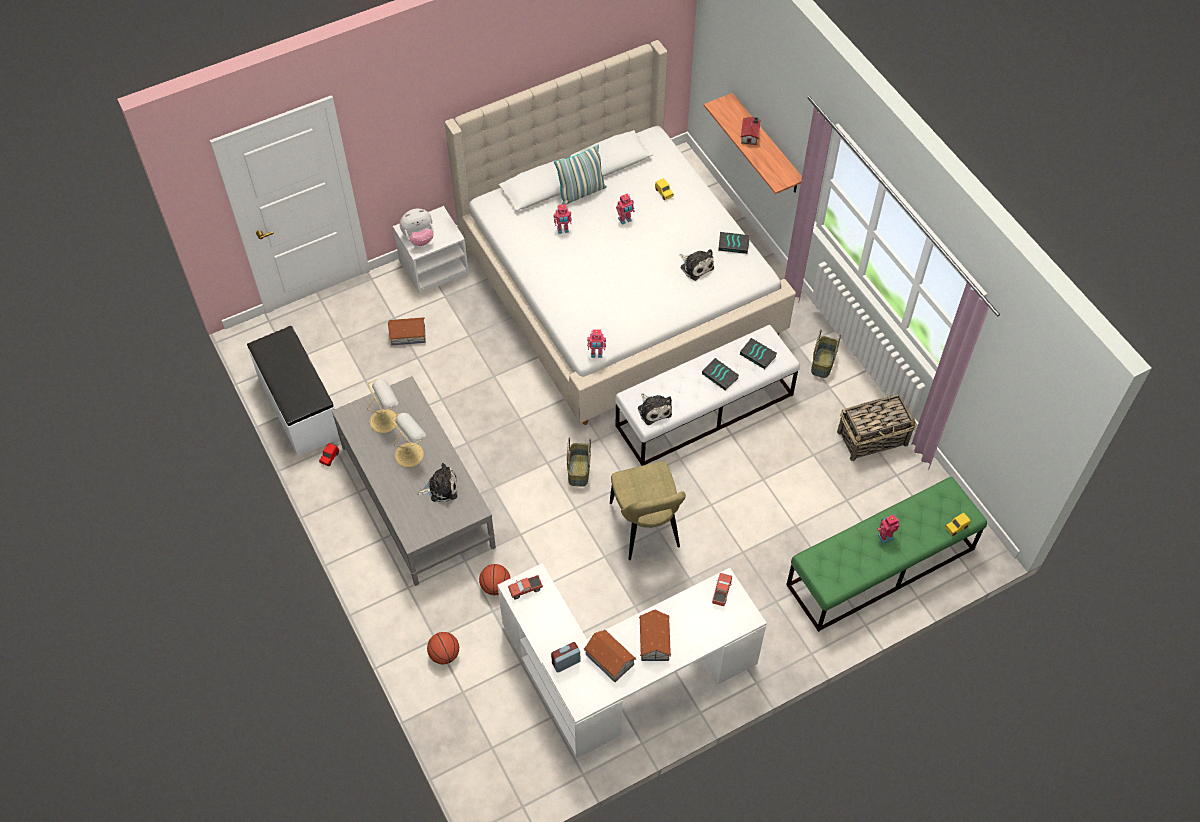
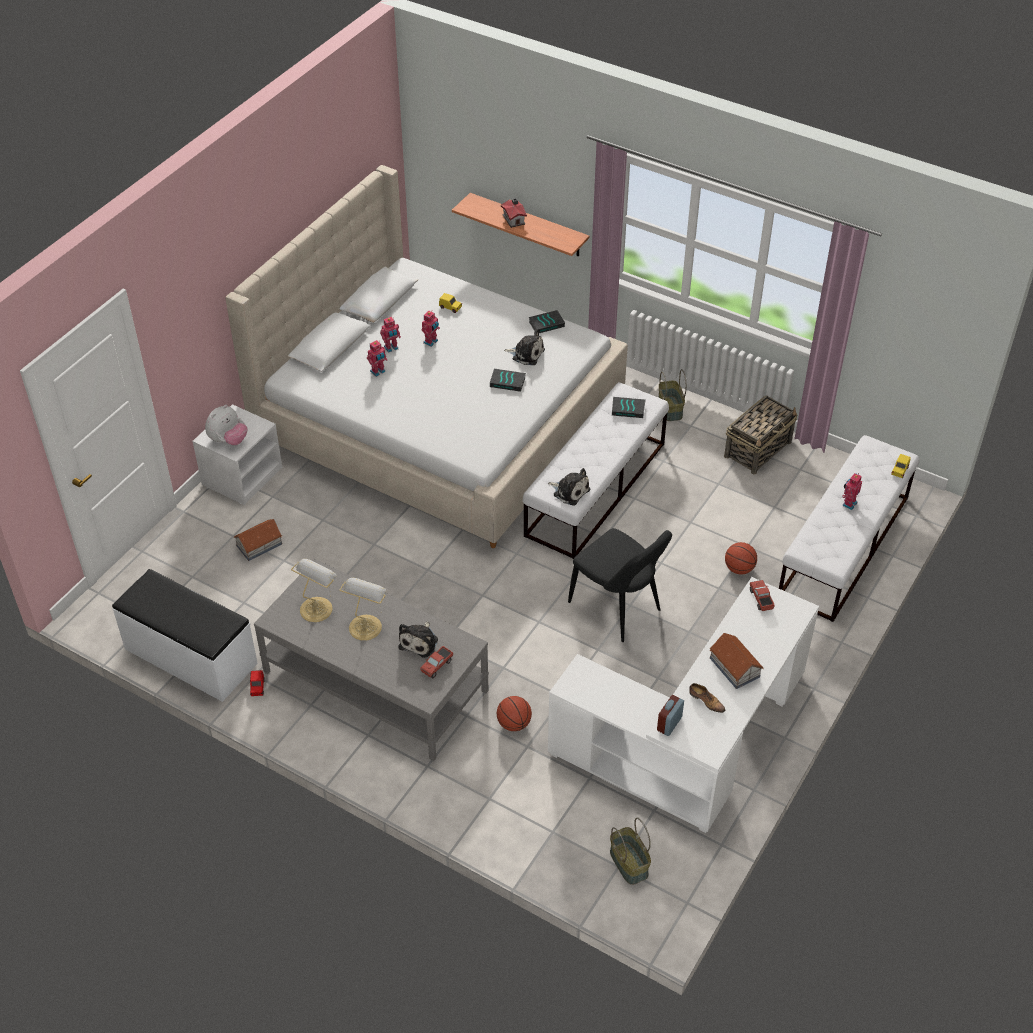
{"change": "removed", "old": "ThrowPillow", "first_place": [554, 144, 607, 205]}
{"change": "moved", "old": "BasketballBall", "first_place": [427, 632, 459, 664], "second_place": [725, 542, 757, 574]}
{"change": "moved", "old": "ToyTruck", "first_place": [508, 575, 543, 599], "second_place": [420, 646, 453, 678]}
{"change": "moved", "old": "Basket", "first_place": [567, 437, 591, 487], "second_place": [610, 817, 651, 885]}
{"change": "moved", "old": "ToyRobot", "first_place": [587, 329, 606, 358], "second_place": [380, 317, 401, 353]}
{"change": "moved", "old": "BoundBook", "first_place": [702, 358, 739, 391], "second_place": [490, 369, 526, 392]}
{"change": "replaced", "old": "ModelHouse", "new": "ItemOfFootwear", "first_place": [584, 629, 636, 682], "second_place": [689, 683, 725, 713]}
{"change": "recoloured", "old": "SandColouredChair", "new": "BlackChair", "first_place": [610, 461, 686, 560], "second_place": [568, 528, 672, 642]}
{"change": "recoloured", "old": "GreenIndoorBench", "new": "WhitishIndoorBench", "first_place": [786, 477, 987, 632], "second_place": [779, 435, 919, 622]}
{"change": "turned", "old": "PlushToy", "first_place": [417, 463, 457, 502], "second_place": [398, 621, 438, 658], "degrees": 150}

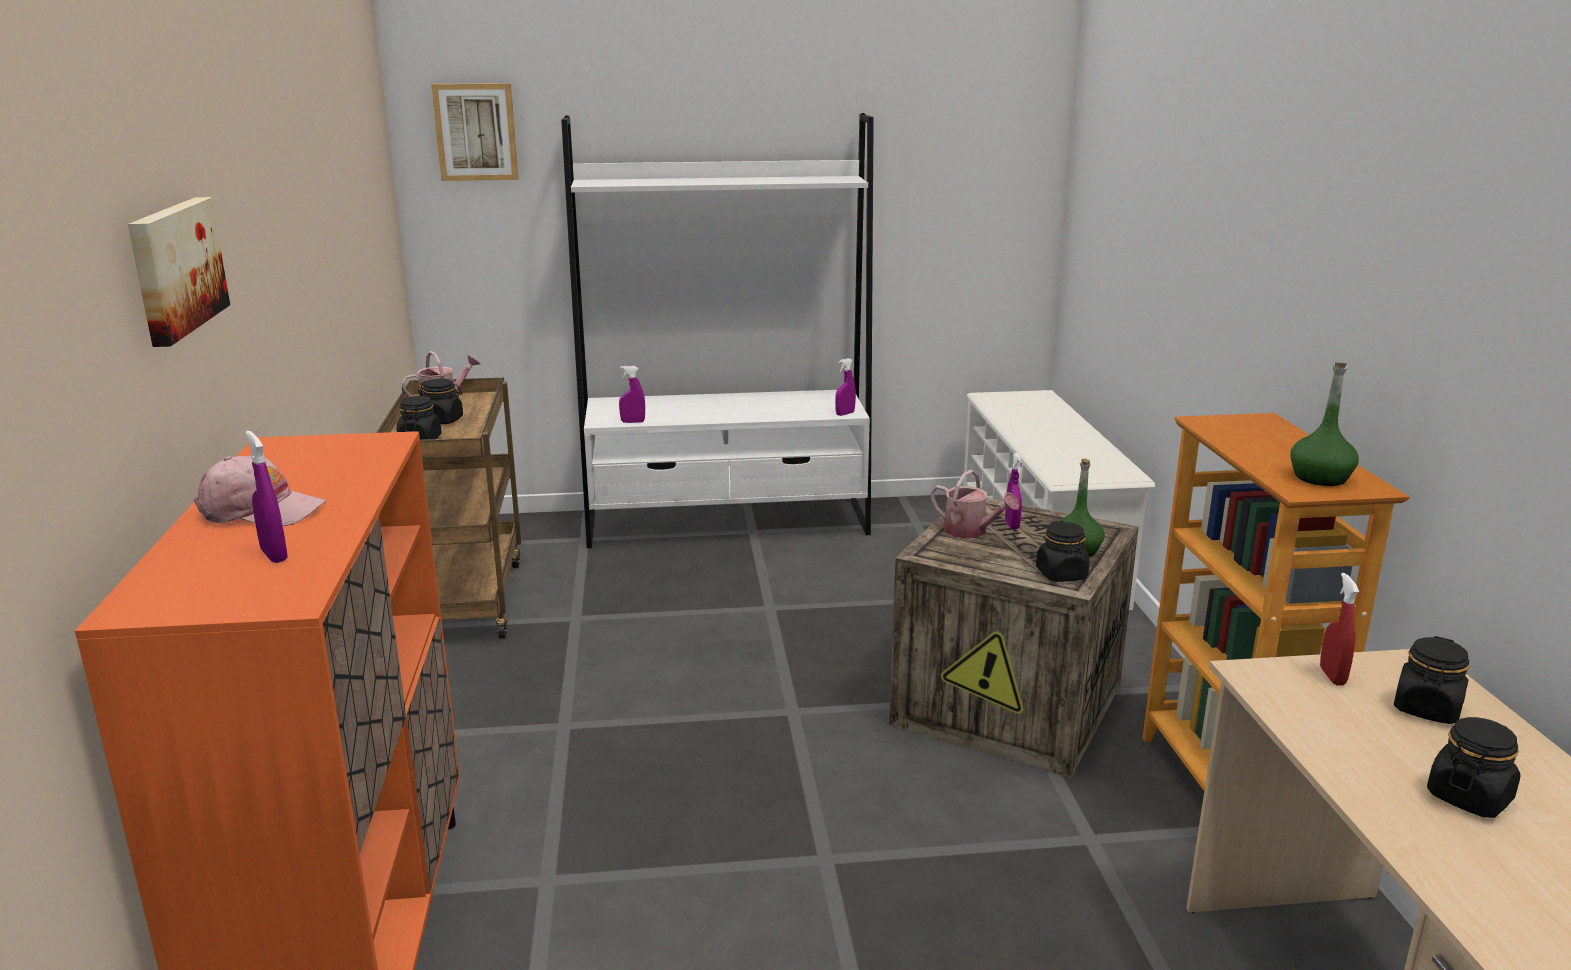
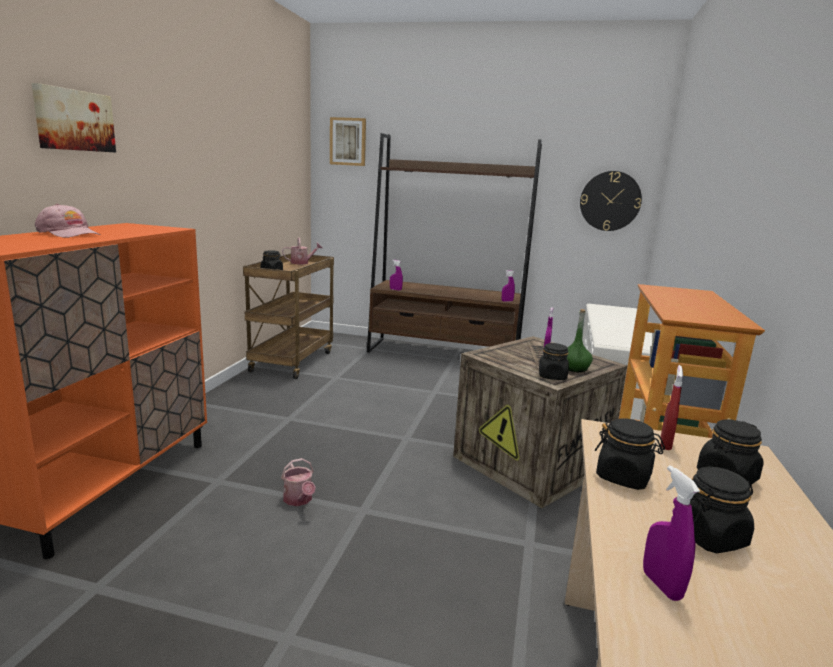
{"change": "removed", "old": "GreenBottle", "first_place": [1290, 362, 1359, 486]}
{"change": "added", "new": "WallClock", "second_place": [580, 171, 642, 231]}
{"change": "moved", "old": "PurplishHandSprayer", "first_place": [245, 430, 288, 563], "second_place": [643, 465, 700, 601]}
{"change": "moved", "old": "BlackPreserveJar", "first_place": [418, 378, 463, 424], "second_place": [595, 418, 665, 490]}
{"change": "moved", "old": "SprinklingCan", "first_place": [931, 470, 1020, 539], "second_place": [281, 458, 316, 506]}
{"change": "recoloured", "old": "WhitishShelvingUnit", "new": "BrownColouredShelvingUnit", "first_place": [561, 113, 874, 548], "second_place": [367, 133, 542, 353]}

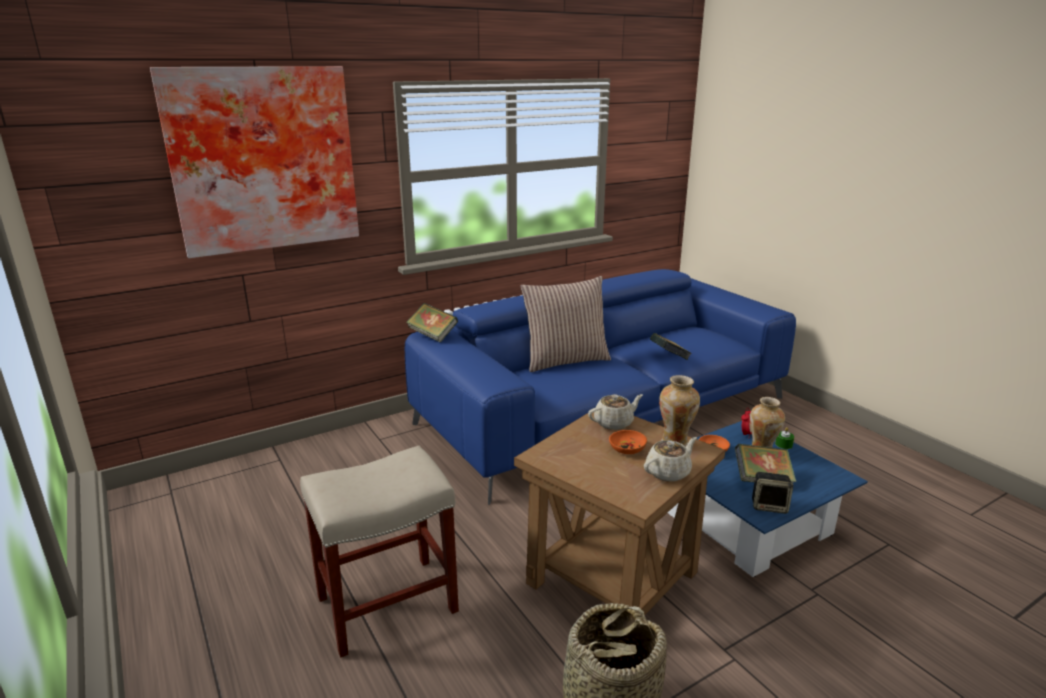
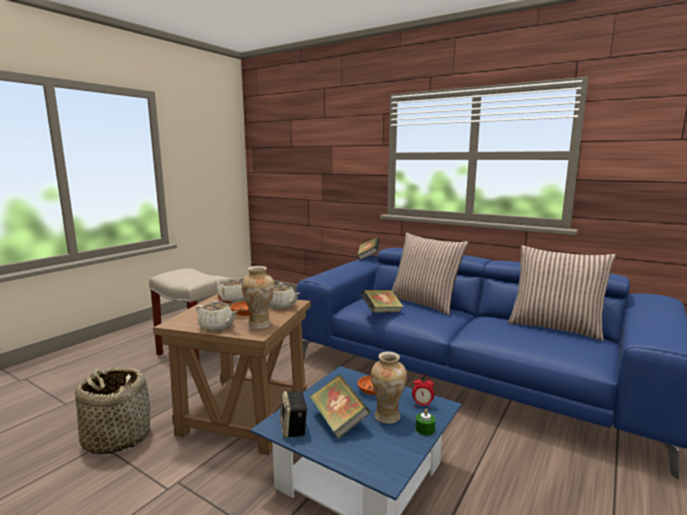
{"change": "removed", "old": "WallPicture", "first_place": [150, 66, 359, 258]}
{"change": "added", "new": "SandColouredTeapot", "second_place": [214, 278, 245, 304]}
{"change": "added", "new": "ThrowPillow", "second_place": [508, 245, 616, 341]}
{"change": "moved", "old": "BoundBook", "first_place": [650, 333, 692, 360], "second_place": [361, 290, 404, 313]}

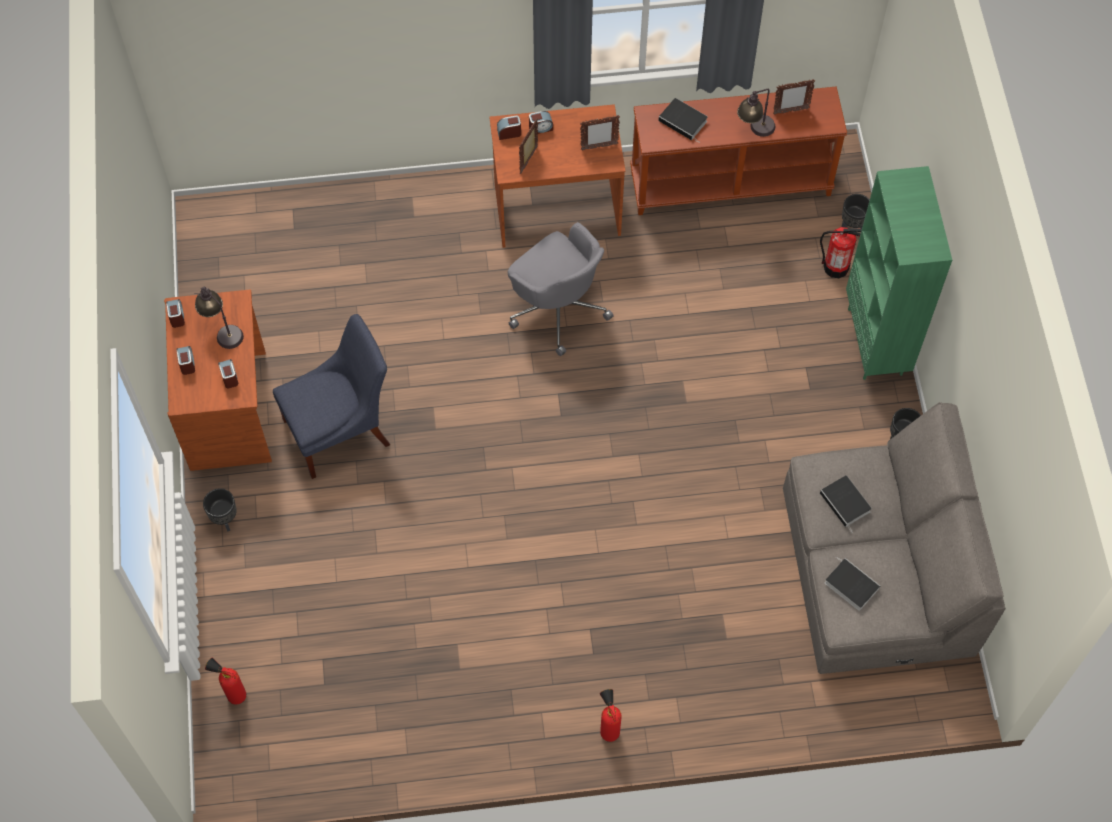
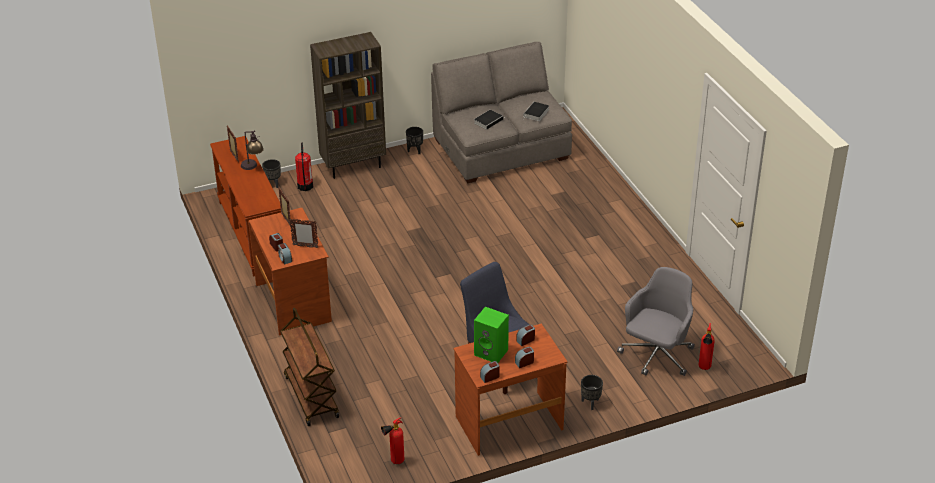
{"change": "removed", "old": "BoundBook", "first_place": [658, 98, 708, 143]}
{"change": "added", "new": "BrownColouredWheeledCart", "second_place": [280, 308, 339, 426]}
{"change": "moved", "old": "GrayDeskChair", "first_place": [507, 222, 613, 356], "second_place": [617, 267, 695, 376]}
{"change": "moved", "old": "Extinguisher", "first_place": [600, 689, 622, 742], "second_place": [381, 418, 404, 464]}
{"change": "replaced", "old": "TableLamp", "new": "GreenAudioSpeaker", "first_place": [195, 286, 244, 349], "second_place": [474, 307, 509, 363]}
{"change": "recoloured", "old": "GreenShelvingUnit", "new": "BrownColouredShelvingUnit", "first_place": [846, 166, 952, 380], "second_place": [310, 32, 386, 179]}

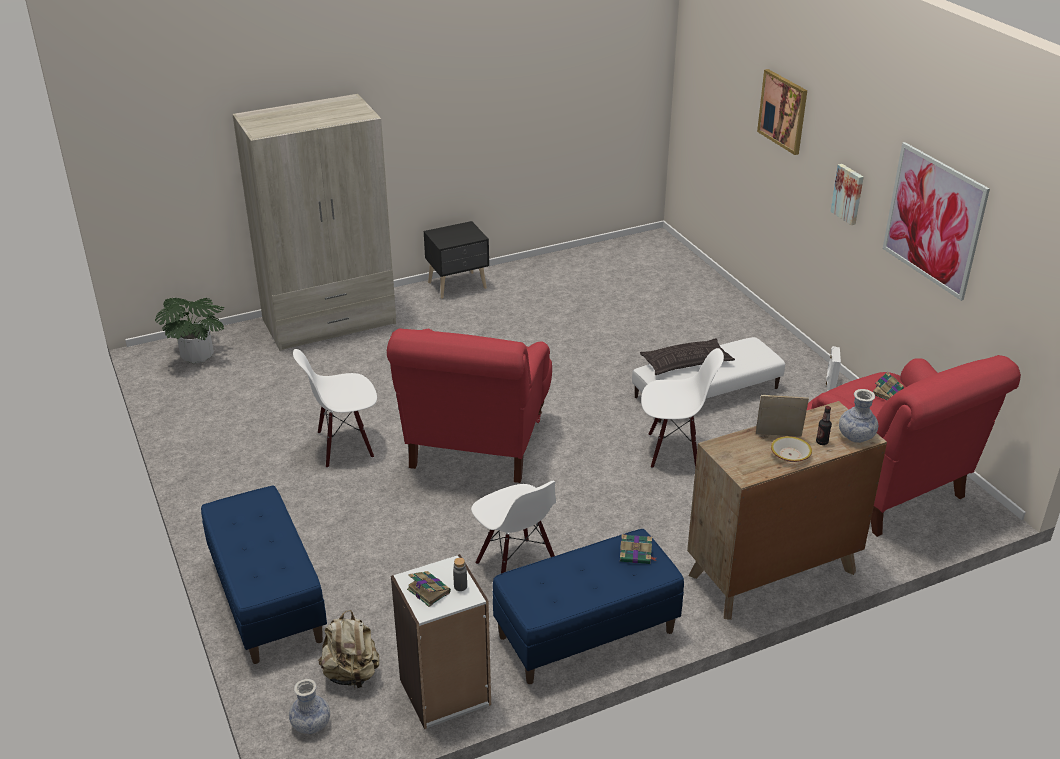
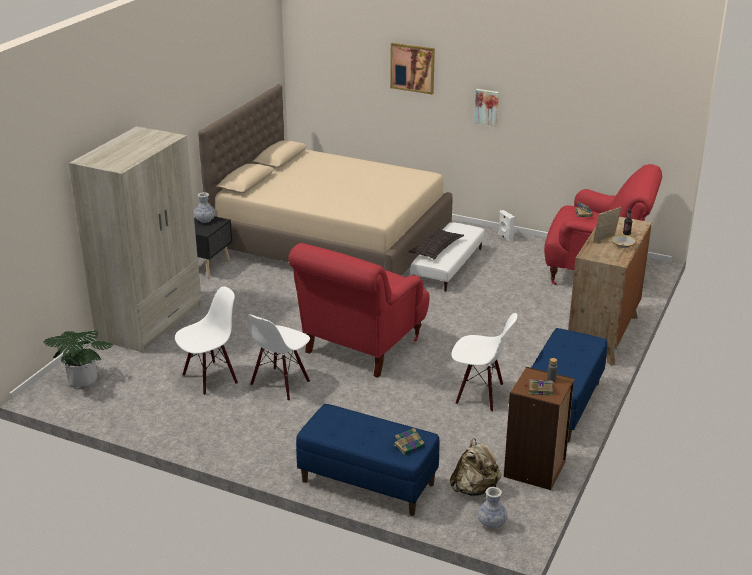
{"change": "removed", "old": "WallPicture", "first_place": [883, 142, 990, 301]}
{"change": "added", "new": "SandColouredBedroomBed", "second_place": [198, 84, 452, 276]}
{"change": "moved", "old": "BoundBook", "first_place": [620, 534, 657, 564], "second_place": [394, 428, 424, 455]}
{"change": "moved", "old": "WhitishChair", "first_place": [641, 348, 724, 468], "second_place": [175, 287, 238, 395]}
{"change": "moved", "old": "DecorativeVase", "first_place": [839, 389, 878, 443], "second_place": [194, 192, 215, 223]}
{"change": "recoloured", "old": "WhitishShelvingUnit", "new": "BrownColouredShelvingUnit", "first_place": [391, 554, 491, 729], "second_place": [504, 367, 575, 490]}
{"change": "turned", "old": "RedEasyChair", "first_place": [387, 328, 552, 483], "second_place": [288, 243, 430, 378], "degrees": 60}

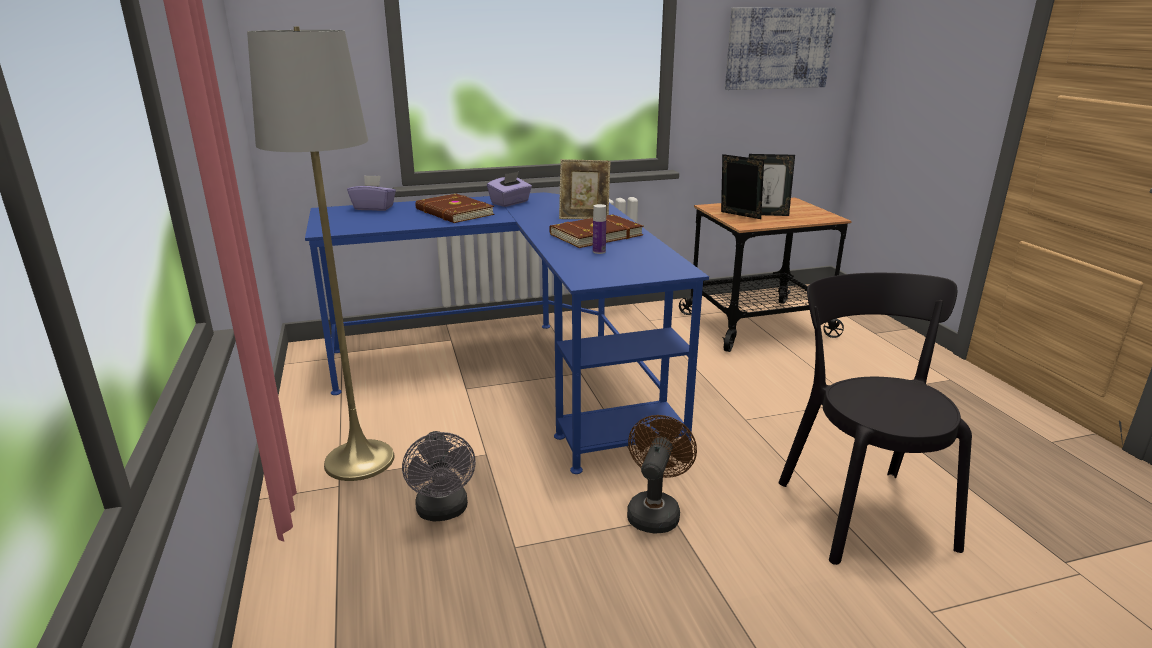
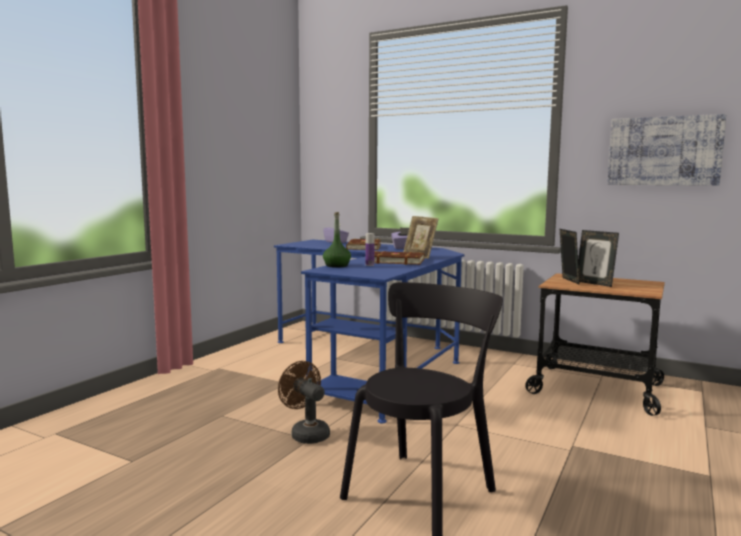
{"change": "removed", "old": "GrayStandingLamp", "first_place": [247, 27, 394, 481]}
{"change": "removed", "old": "GrayElectricFan", "first_place": [402, 431, 476, 522]}
{"change": "added", "new": "GreenBottle", "second_place": [323, 212, 351, 268]}
{"change": "turned", "old": "BrownColouredElectricFan", "first_place": [627, 415, 697, 534], "second_place": [278, 361, 330, 444], "degrees": -105}

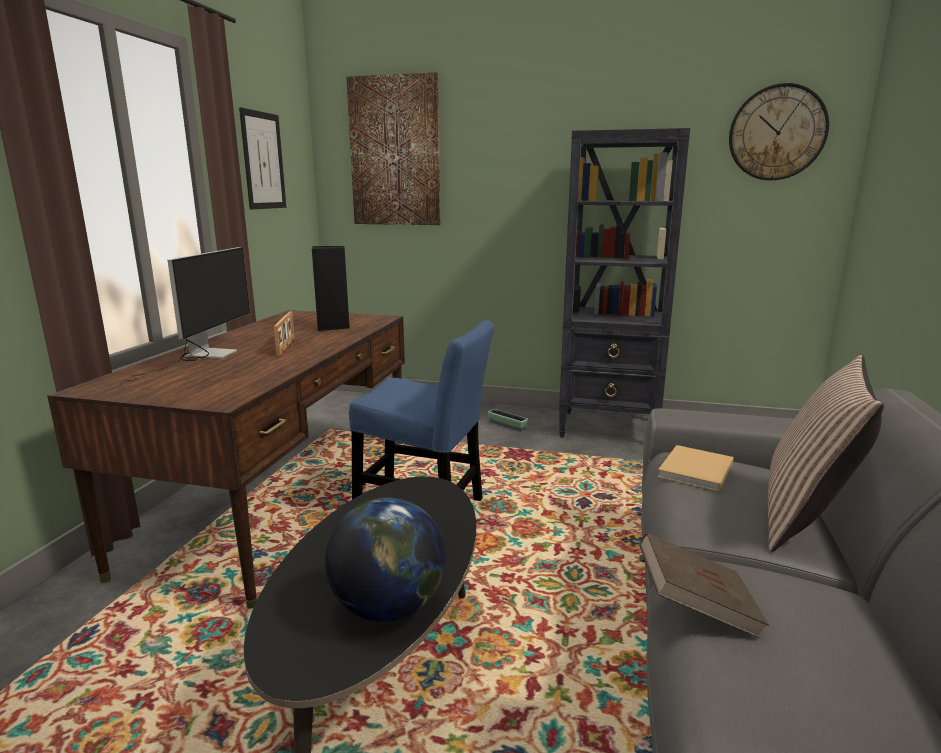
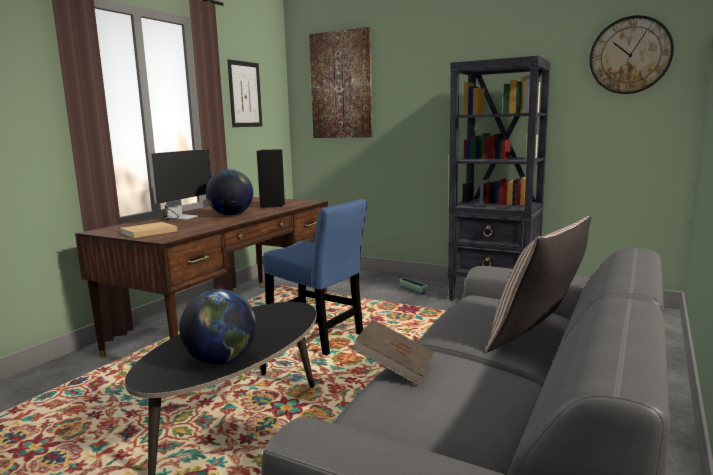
{"change": "moved", "old": "SandColouredBoundBook", "first_place": [658, 445, 734, 492], "second_place": [120, 222, 177, 238]}
{"change": "replaced", "old": "StandingFrame", "new": "DeskGlobe", "first_place": [274, 311, 295, 356], "second_place": [206, 169, 253, 216]}

